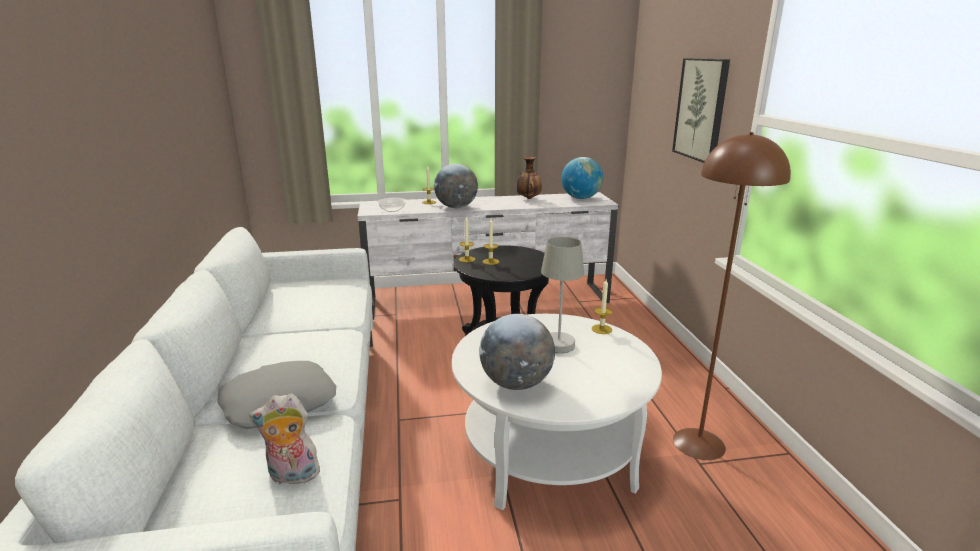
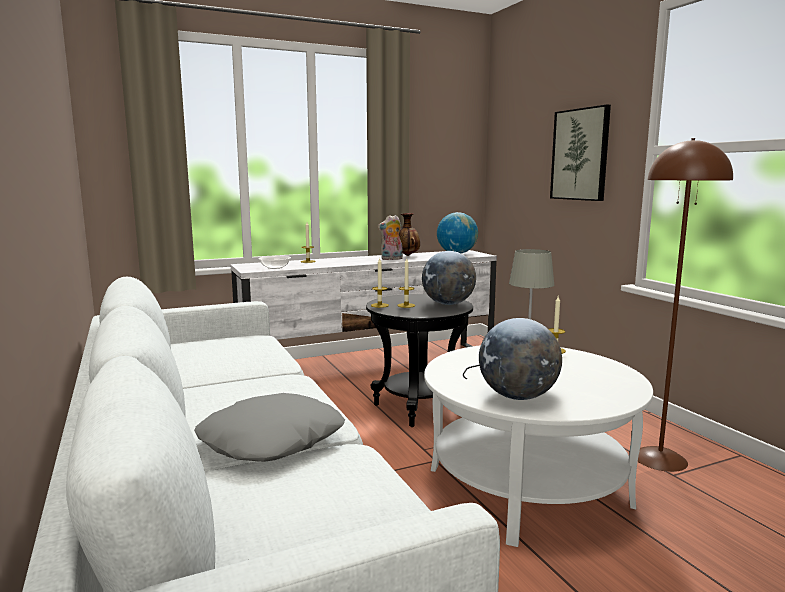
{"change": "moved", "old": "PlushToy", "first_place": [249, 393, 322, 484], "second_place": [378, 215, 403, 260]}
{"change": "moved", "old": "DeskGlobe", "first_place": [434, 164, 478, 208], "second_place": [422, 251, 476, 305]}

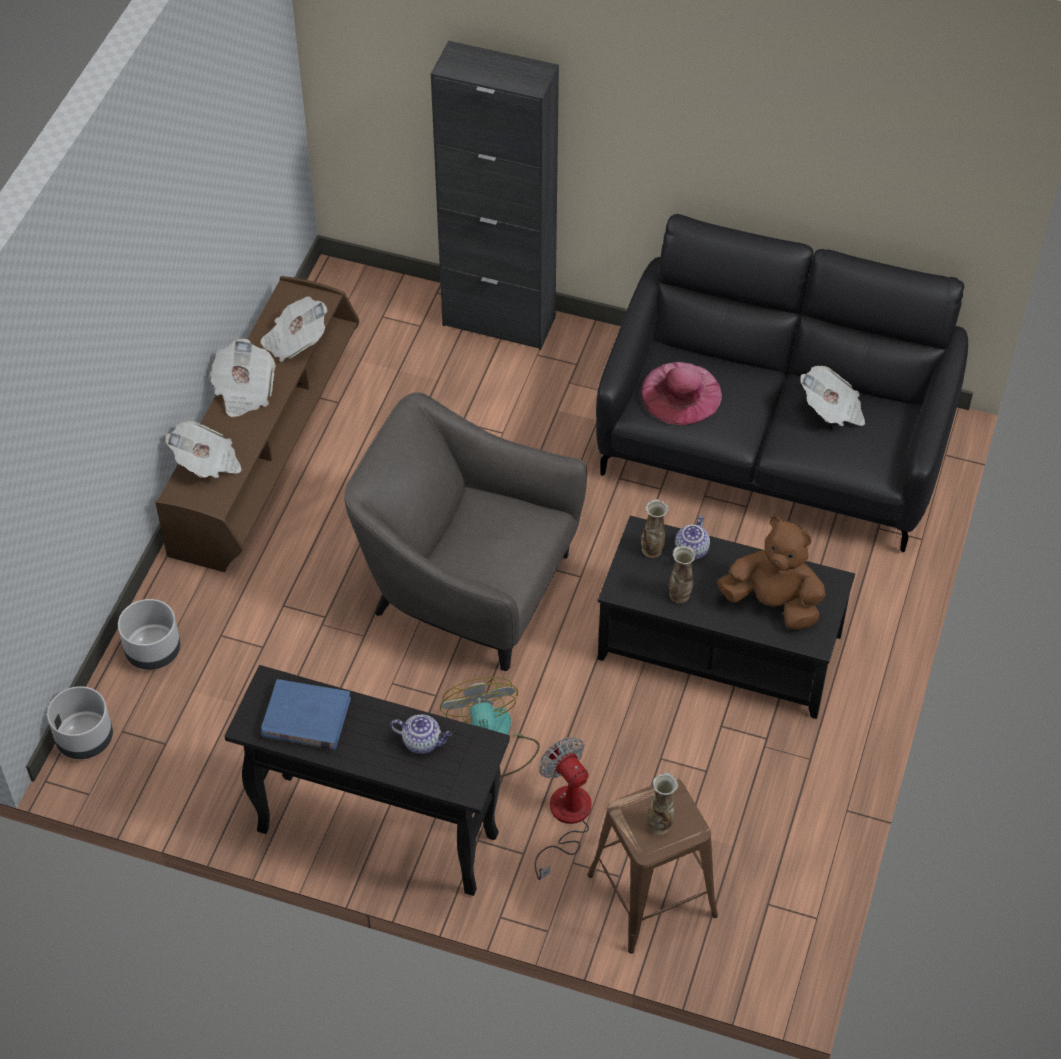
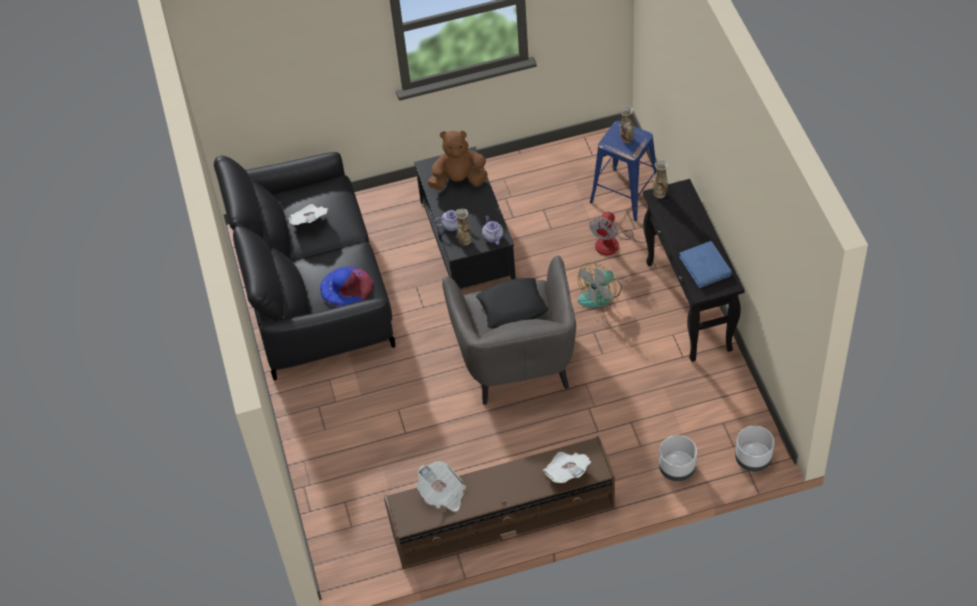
{"change": "removed", "old": "Newspaper", "first_place": [209, 339, 276, 417]}
{"change": "removed", "old": "BlackCabinet", "first_place": [431, 41, 559, 350]}
{"change": "added", "new": "BlackThrowPillow", "second_place": [476, 278, 549, 328]}
{"change": "moved", "old": "Teapot", "first_place": [390, 715, 452, 754], "second_place": [482, 215, 503, 245]}
{"change": "moved", "old": "DecorativeVase", "first_place": [668, 545, 696, 603], "second_place": [653, 160, 669, 198]}
{"change": "recoloured", "old": "BrownColouredSittingStool", "new": "BlueSittingStool", "first_place": [588, 778, 718, 954], "second_place": [590, 121, 657, 221]}
{"change": "recoloured", "old": "PinkWearableHat", "new": "BlueWearableHat", "first_place": [641, 362, 722, 425], "second_place": [320, 266, 373, 307]}
{"change": "turned", "old": "BrownColouredPlushToy", "first_place": [717, 517, 826, 630], "second_place": [428, 130, 488, 190], "degrees": 90}

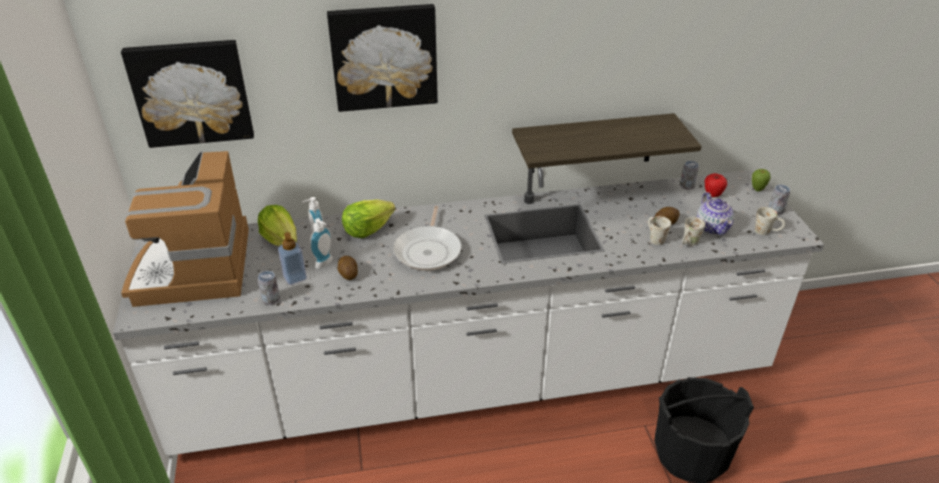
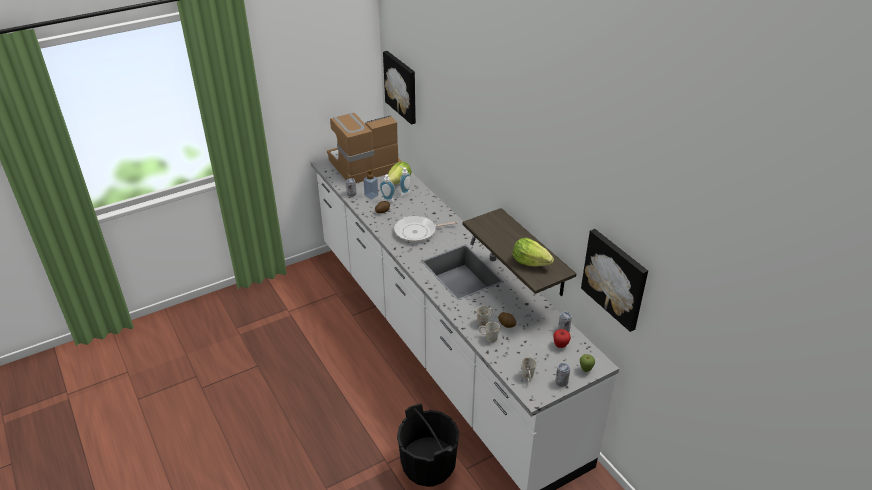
{"change": "removed", "old": "Teapot", "first_place": [697, 192, 734, 235]}
{"change": "moved", "old": "WallPicture", "first_place": [327, 4, 438, 112], "second_place": [581, 229, 648, 332]}
{"change": "moved", "old": "HeadOfLettuce", "first_place": [342, 199, 395, 238], "second_place": [513, 238, 554, 266]}

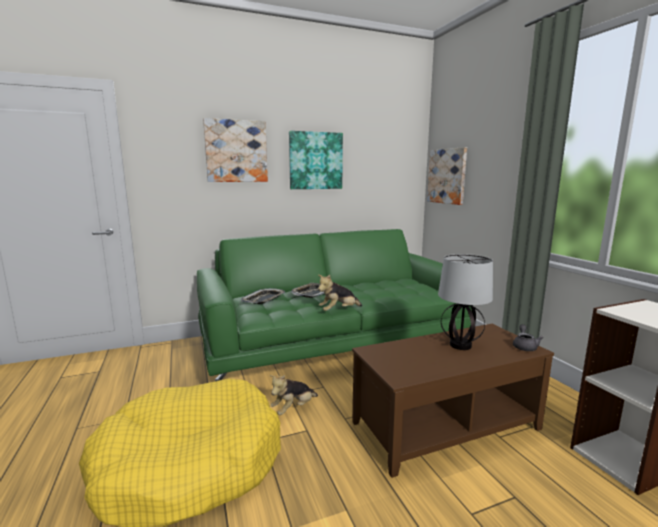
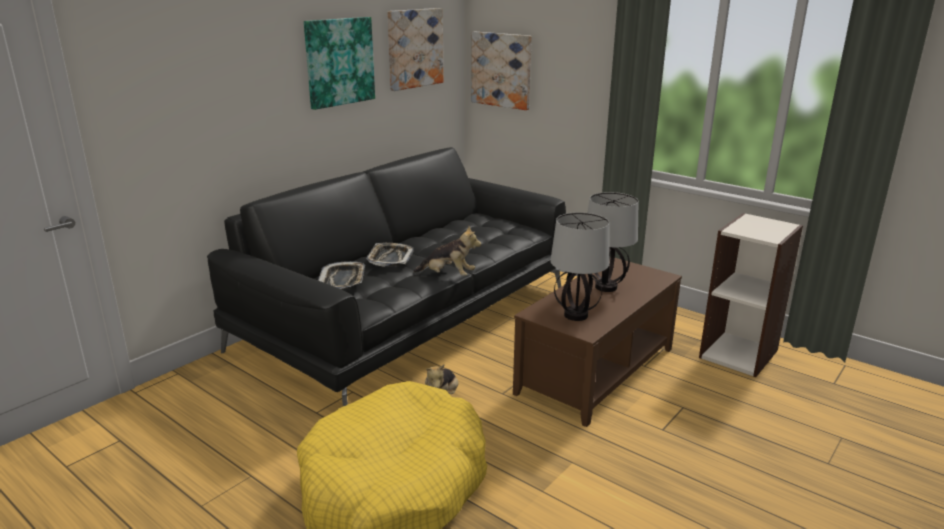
{"change": "removed", "old": "GrayTeapot", "first_place": [513, 324, 543, 351]}
{"change": "added", "new": "TableLamp", "second_place": [550, 212, 609, 321]}
{"change": "moved", "old": "WallPicture", "first_place": [203, 118, 268, 182], "second_place": [387, 8, 443, 91]}
{"change": "recoloured", "old": "GreenSofa", "new": "BlackSofa", "first_place": [197, 229, 476, 381], "second_place": [207, 147, 566, 406]}
{"change": "turned", "old": "PlushToy", "first_place": [318, 275, 362, 311], "second_place": [413, 226, 481, 276], "degrees": -105}

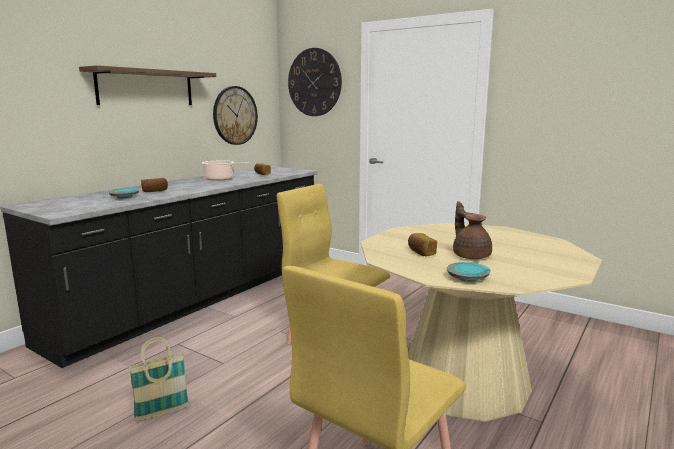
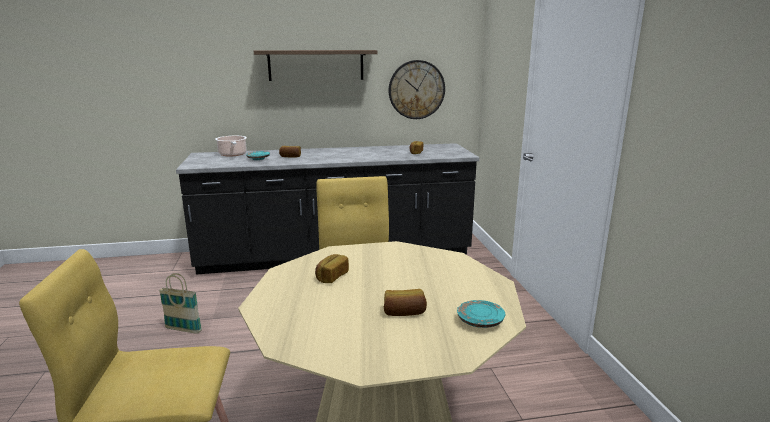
{"change": "removed", "old": "WallClock", "first_place": [288, 48, 342, 116]}
{"change": "removed", "old": "BrownColouredTeapot", "first_place": [453, 201, 492, 259]}
{"change": "added", "new": "BakeryBread", "second_place": [384, 289, 427, 316]}
{"change": "moved", "old": "CookingPot", "first_place": [202, 160, 249, 181], "second_place": [215, 136, 247, 156]}
{"change": "moved", "old": "TurquoiseColouredPlate", "first_place": [447, 262, 491, 282], "second_place": [457, 300, 505, 328]}

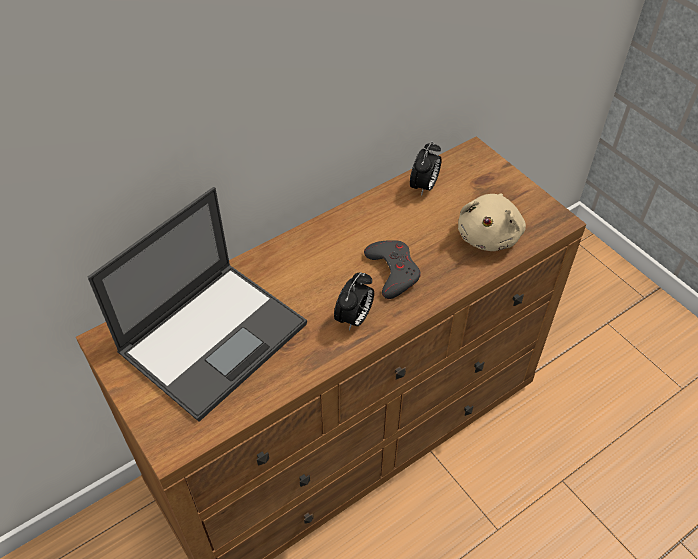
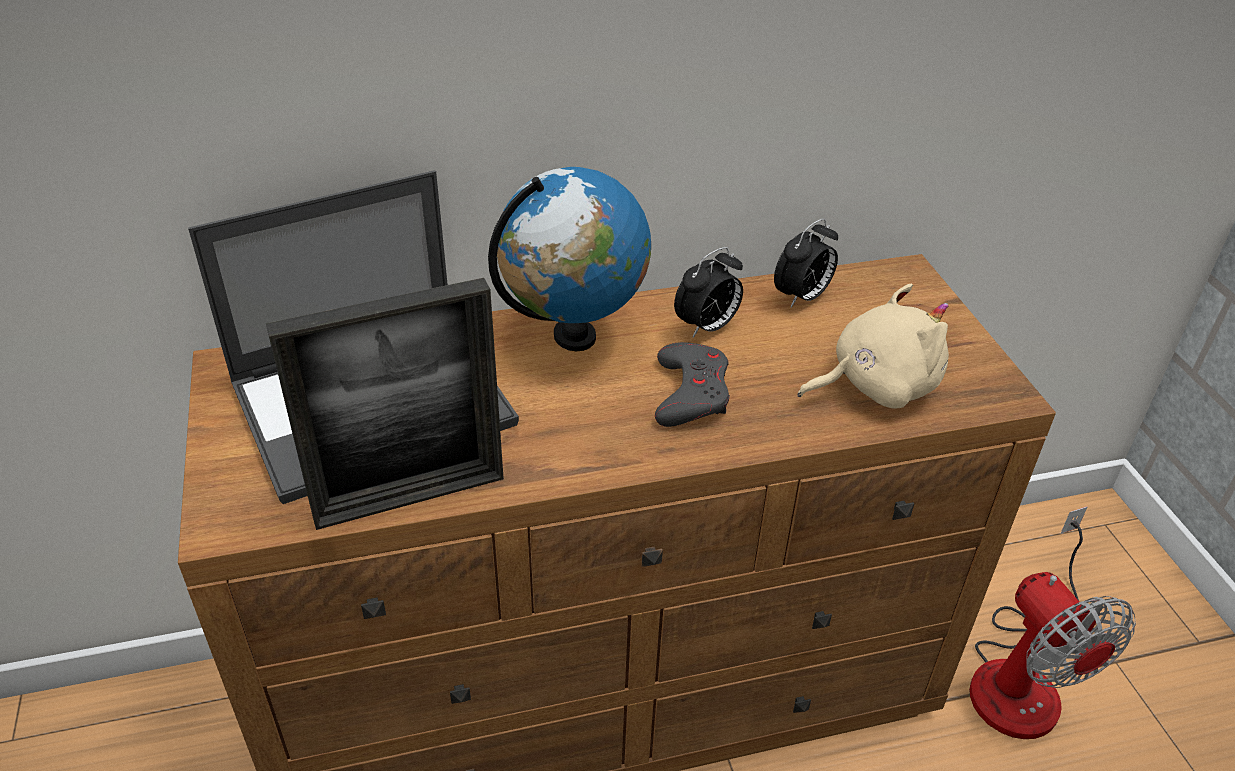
{"change": "added", "new": "StandingFrame", "second_place": [266, 278, 504, 530]}
{"change": "added", "new": "DeskGlobe", "second_place": [488, 167, 651, 351]}
{"change": "added", "new": "ElectricFan", "second_place": [969, 506, 1136, 739]}
{"change": "moved", "old": "TableClock", "first_place": [334, 273, 374, 331], "second_place": [674, 247, 743, 338]}
{"change": "turned", "old": "SandColouredPlushToy", "first_place": [458, 193, 526, 251], "second_place": [798, 284, 949, 409], "degrees": -150}

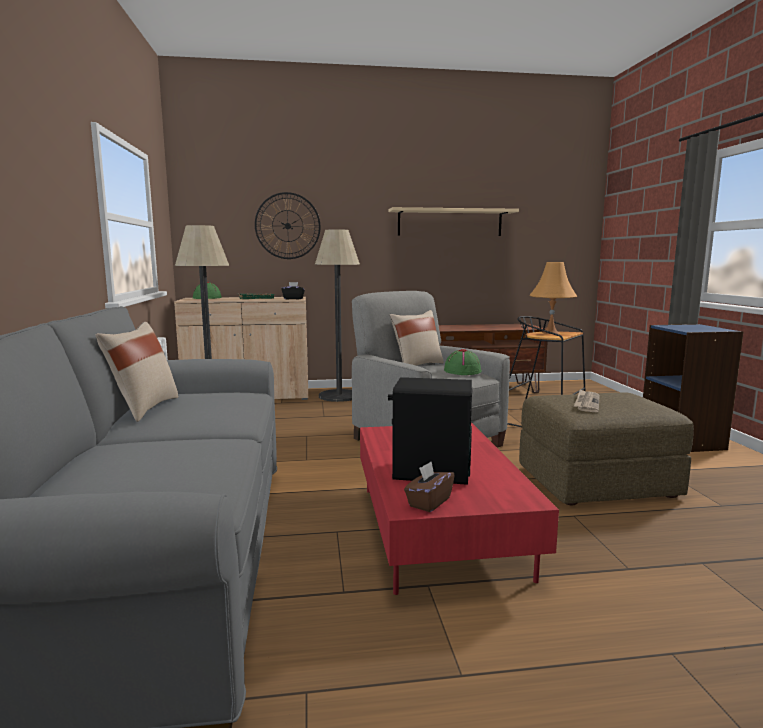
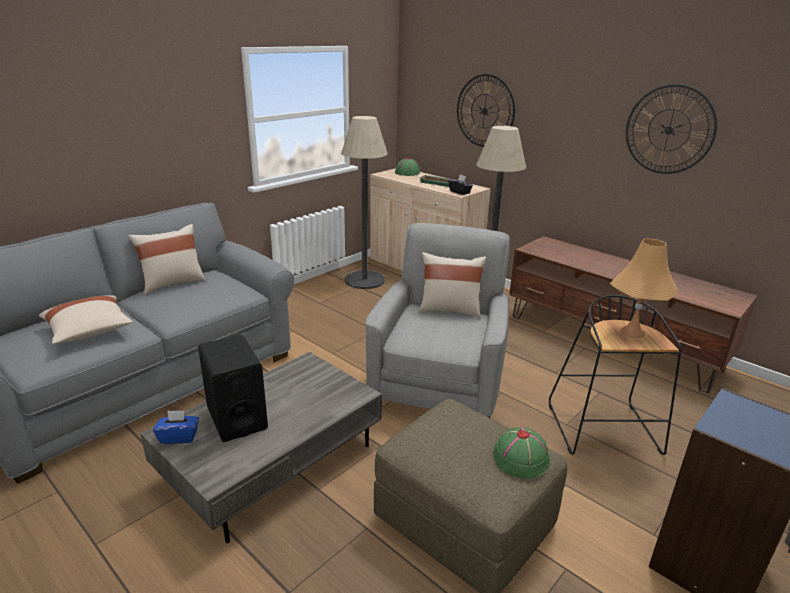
{"change": "removed", "old": "Newspaper", "first_place": [574, 390, 600, 412]}
{"change": "added", "new": "SandColouredThrowPillow", "second_place": [39, 295, 133, 344]}
{"change": "moved", "old": "GreenWearableHat", "first_place": [444, 349, 482, 375], "second_place": [493, 427, 550, 479]}
{"change": "replaced", "old": "SandColouredWallShelf", "new": "WallClock", "first_place": [389, 207, 519, 236], "second_place": [626, 84, 717, 174]}
{"change": "recoloured", "old": "RedLowTable", "new": "GrayLowTable", "first_place": [360, 423, 559, 595], "second_place": [140, 352, 382, 543]}
{"change": "recoloured", "old": "BrownColouredBoxOfTissues", "new": "BlueBoxOfTissues", "first_place": [404, 462, 455, 512], "second_place": [153, 410, 199, 444]}

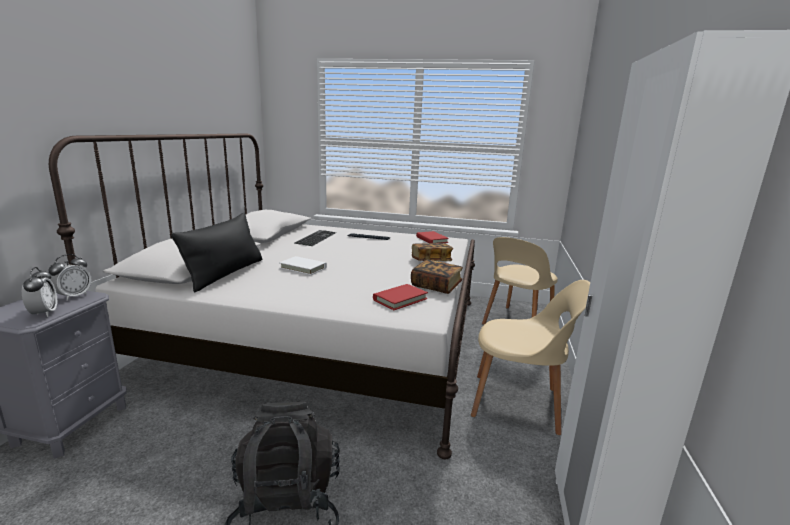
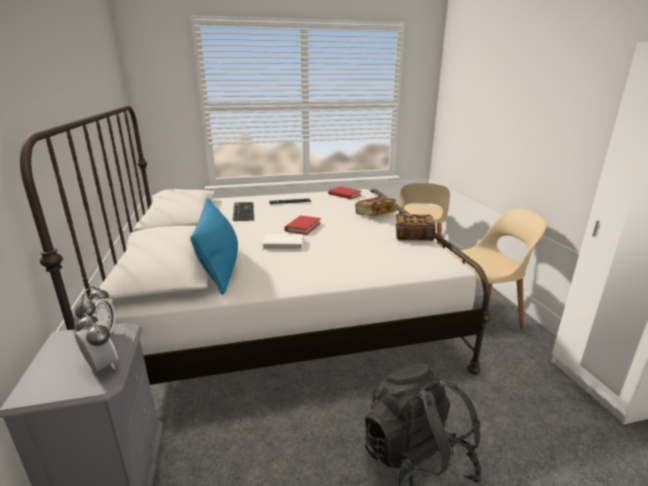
{"change": "moved", "old": "RedBoundBook", "first_place": [373, 284, 428, 310], "second_place": [284, 215, 321, 235]}
{"change": "recoloured", "old": "BlackThrowPillow", "new": "BlueThrowPillow", "first_place": [171, 213, 262, 292], "second_place": [190, 198, 238, 295]}

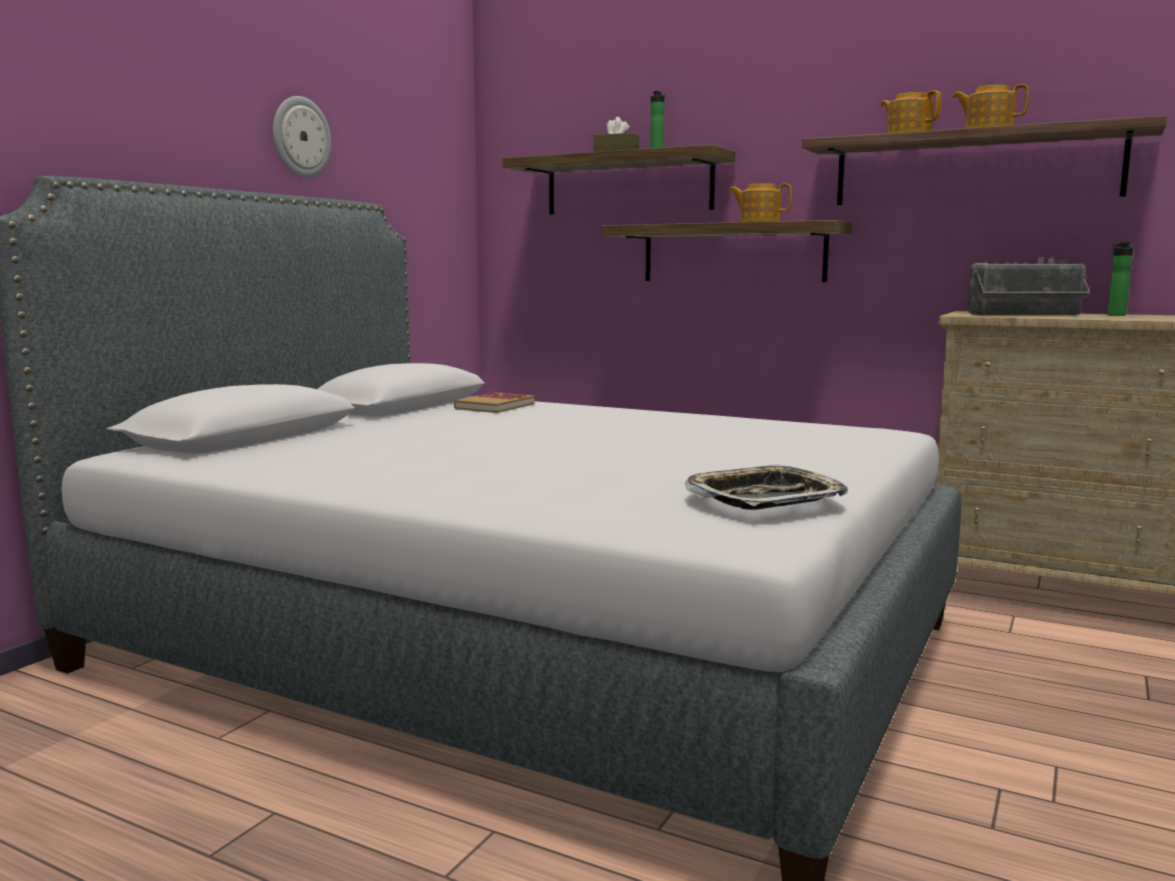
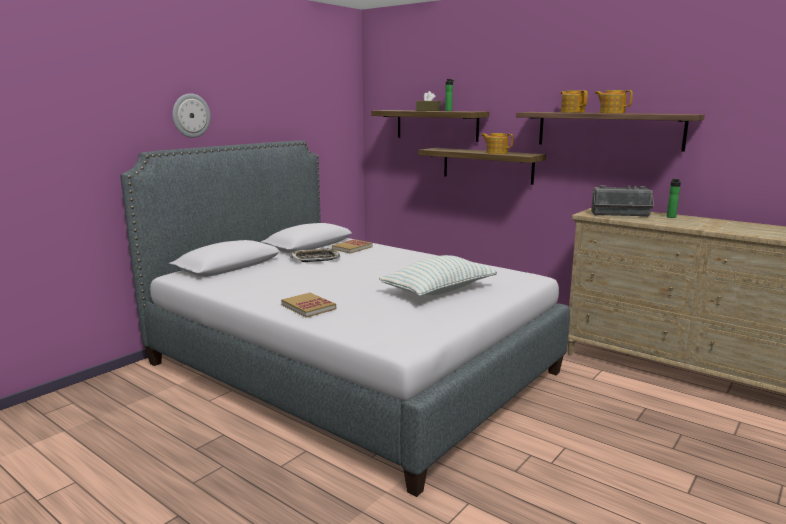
{"change": "added", "new": "BoundBook", "second_place": [281, 293, 336, 318]}
{"change": "added", "new": "ThrowPillow", "second_place": [379, 255, 497, 296]}
{"change": "moved", "old": "WallClock", "first_place": [273, 96, 331, 178], "second_place": [173, 94, 211, 138]}
{"change": "moved", "old": "Tray", "first_place": [685, 464, 848, 510], "second_place": [289, 248, 340, 262]}

